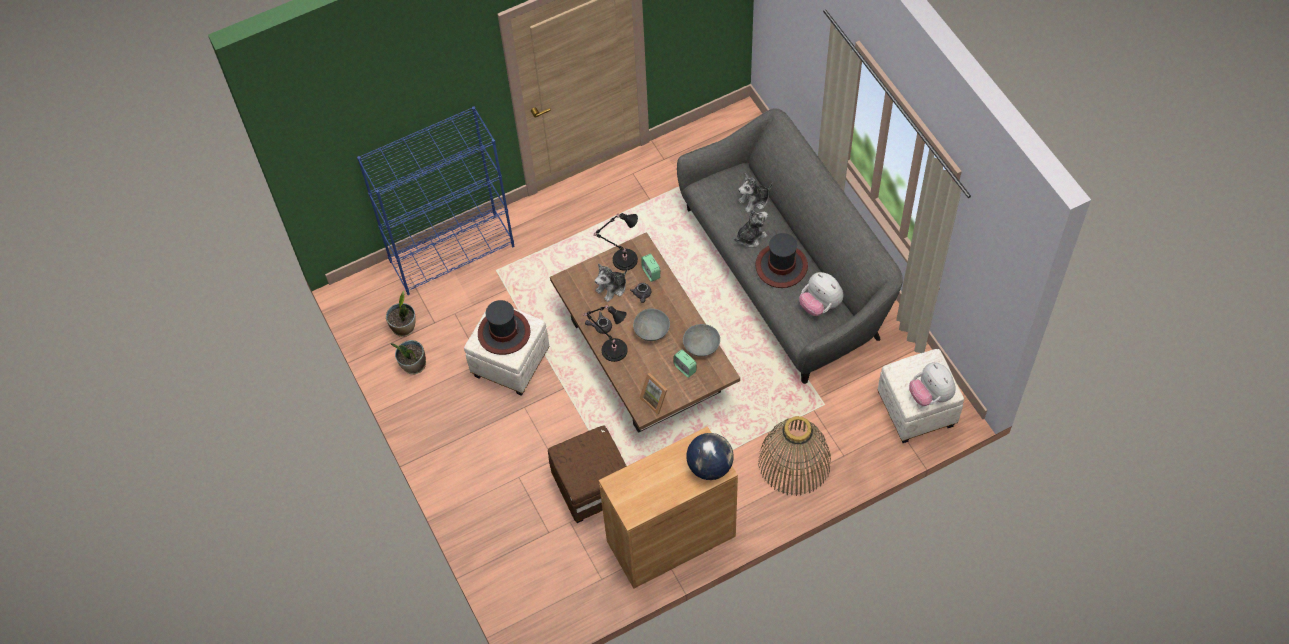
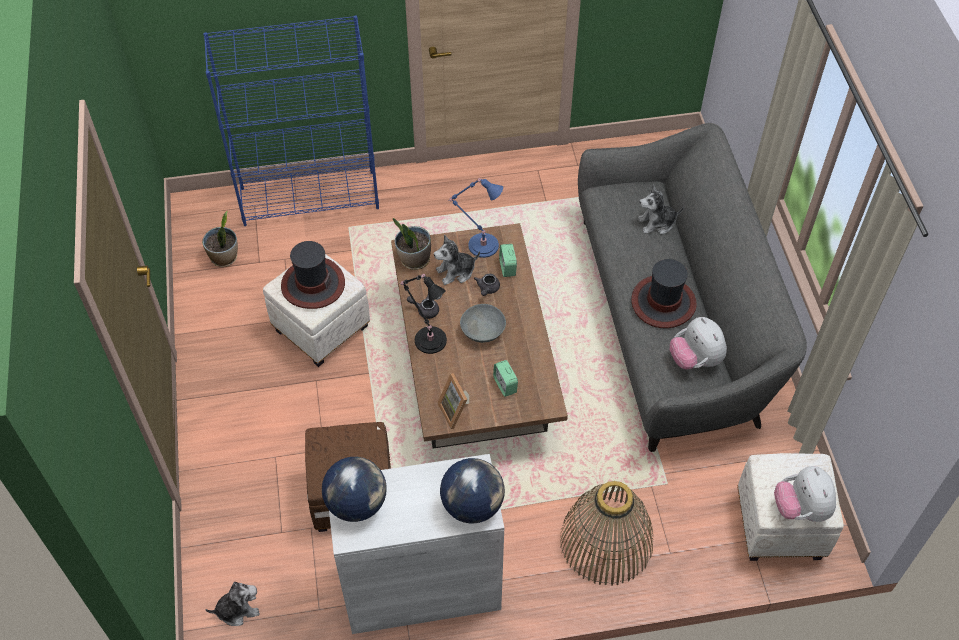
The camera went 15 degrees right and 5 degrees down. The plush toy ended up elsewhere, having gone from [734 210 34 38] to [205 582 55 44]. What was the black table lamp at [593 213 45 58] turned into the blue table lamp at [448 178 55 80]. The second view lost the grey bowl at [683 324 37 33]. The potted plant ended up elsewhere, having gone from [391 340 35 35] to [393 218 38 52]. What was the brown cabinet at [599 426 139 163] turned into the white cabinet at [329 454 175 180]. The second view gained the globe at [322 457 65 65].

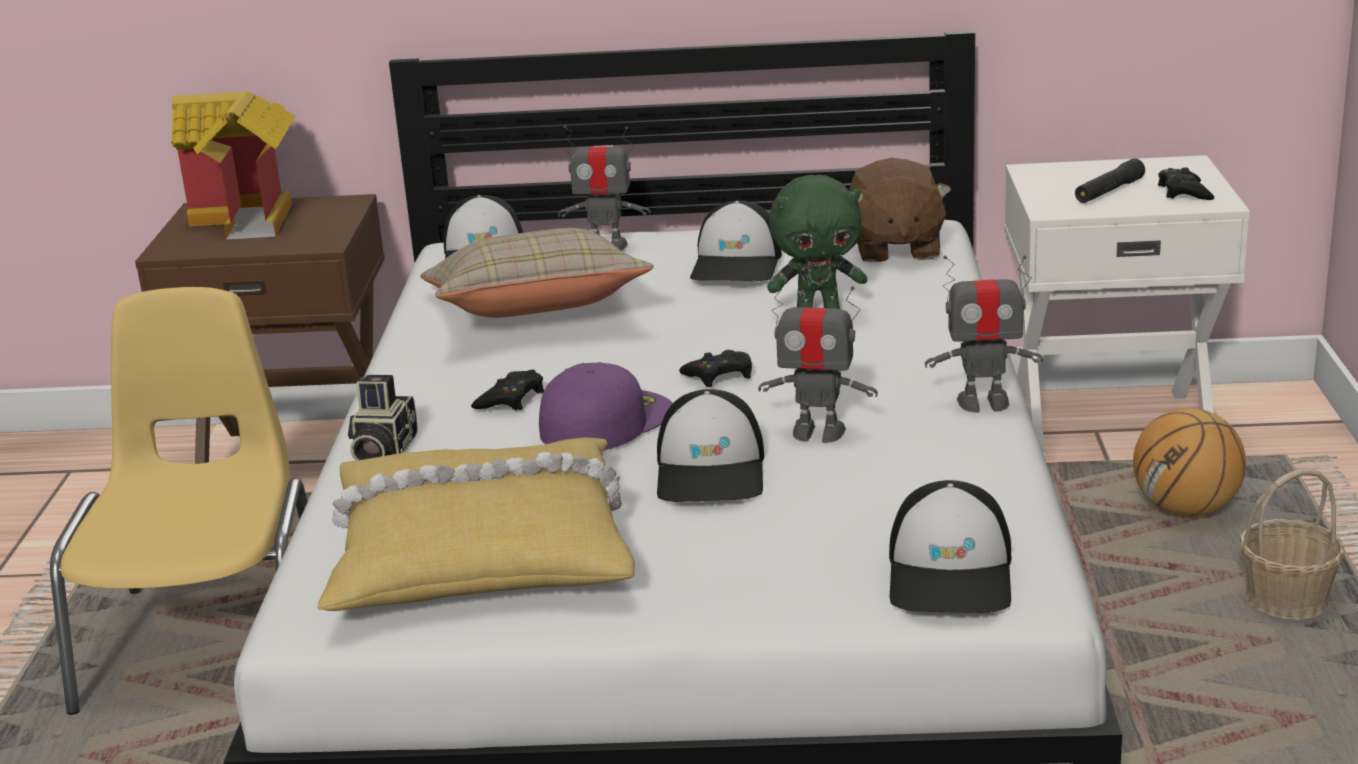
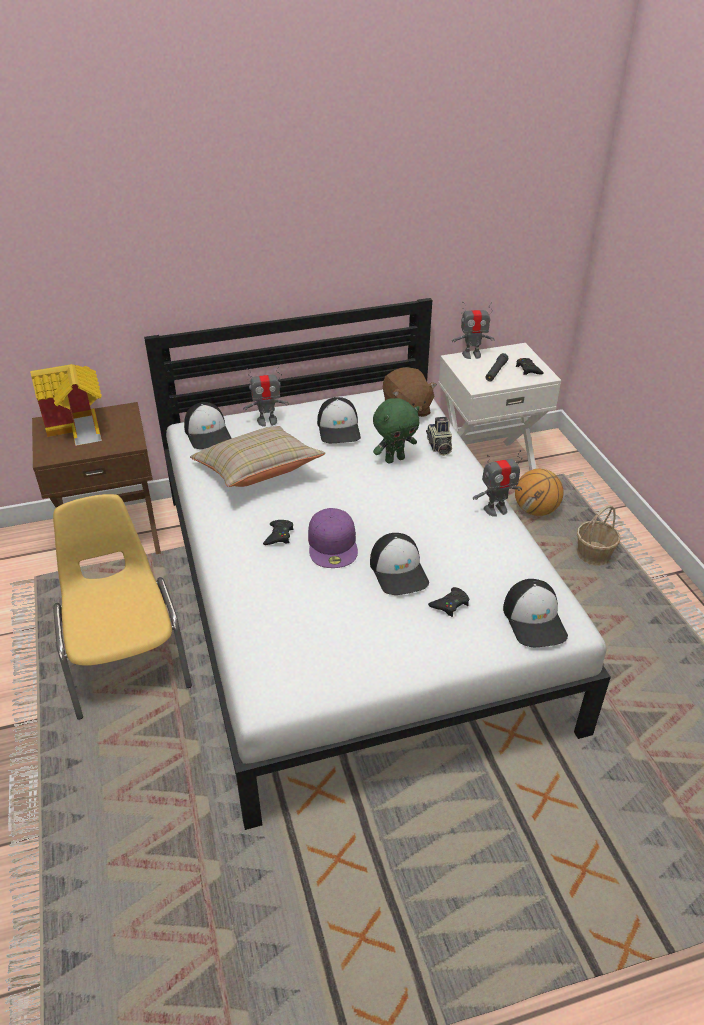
The camera went 20 degrees left and 15 degrees up. The toy robot ended up elsewhere, having gone from [758 280 120 163] to [452 302 43 57]. The black game controller ended up elsewhere, having gone from [679 350 73 37] to [428 587 41 30]. The purple cap at [539 362 134 88] ended up facing another way, 150 degrees clockwise from before. The photo camera ended up elsewhere, having gone from [348 375 70 86] to [426 417 26 39]. The second view lost the yellow pillow at [318 437 317 174].

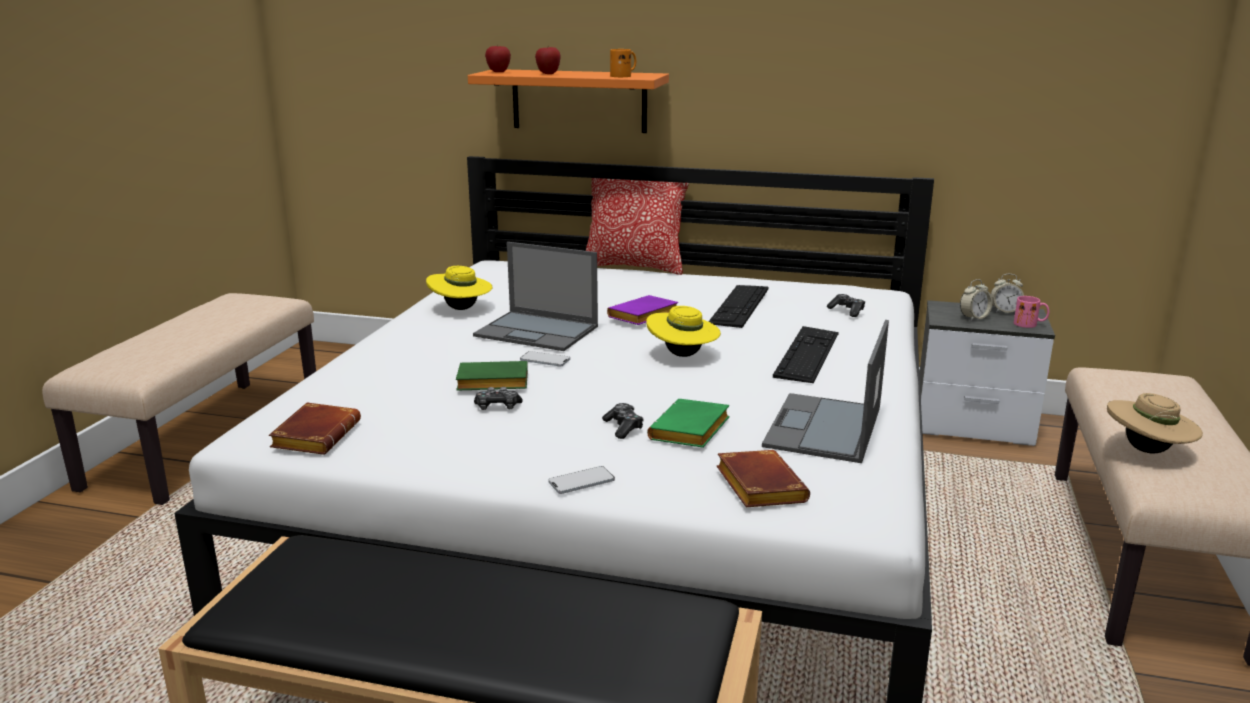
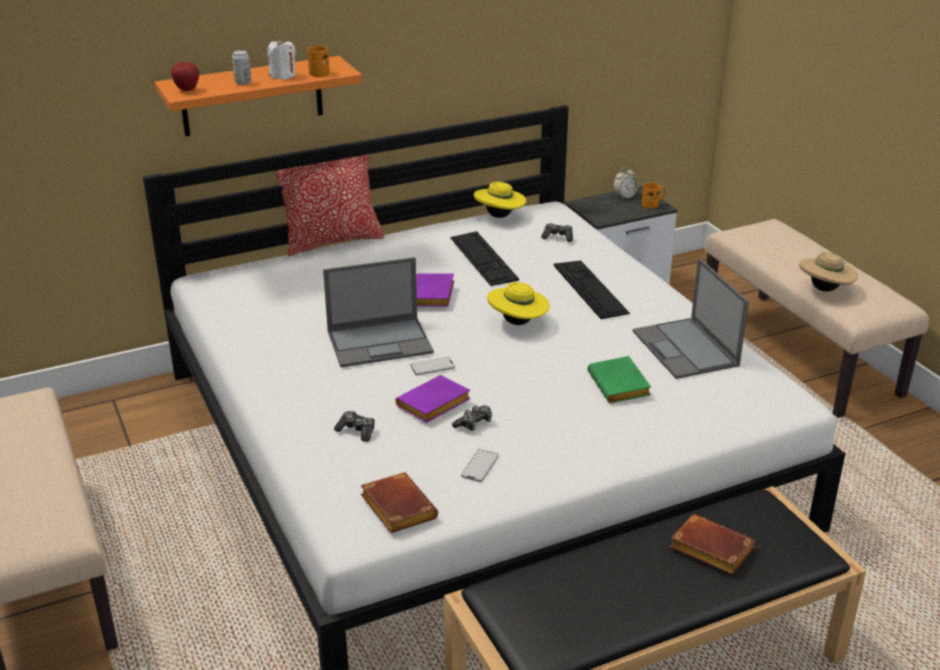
The camera went 40 degrees left and 10 degrees up. Where the apple stood at [535 47 26 27], the can came to stand at [232 50 19 35]. The yellow hat ended up elsewhere, having gone from [426 266 66 44] to [474 182 52 36]. The second view lost the alarm clock at [960 279 33 42]. What was the pink mug at [1014 296 35 32] turned into the orange mug at [642 183 24 26]. What was the green book at [456 361 72 30] turned into the purple book at [395 375 76 48]. The game controller ended up elsewhere, having gone from [602 403 42 36] to [334 411 41 31]. The brown book ended up elsewhere, having gone from [717 450 93 57] to [670 514 86 61]. The phone ended up elsewhere, having gone from [548 466 67 28] to [461 449 38 33]. The second view gained the white candle at [267 38 29 42].

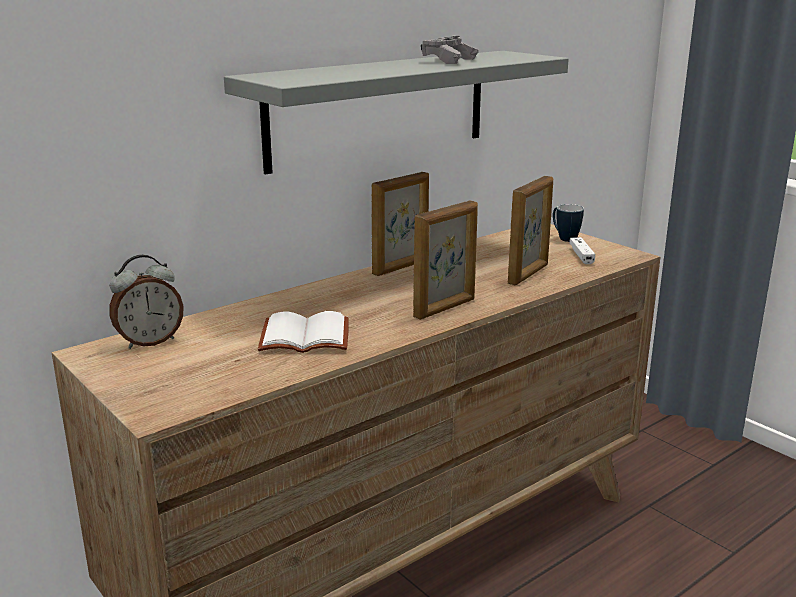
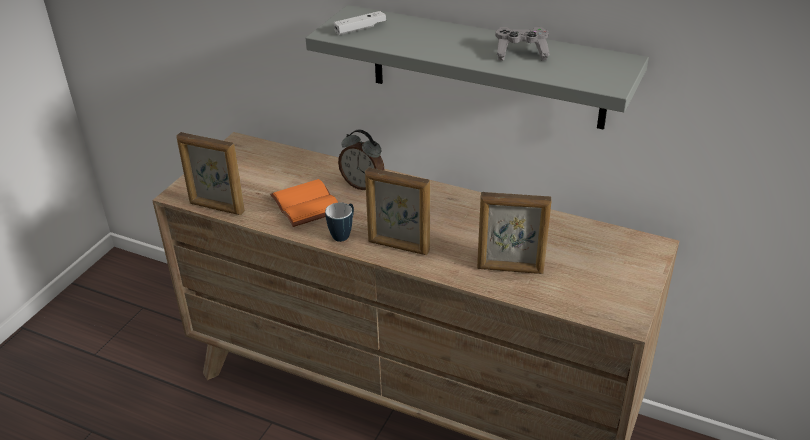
The camera went 65 degrees right and 15 degrees up. The picture frame ended up elsewhere, having gone from [372 172 57 104] to [176 132 69 83]. The mug ended up elsewhere, having gone from [553 204 31 38] to [325 203 29 39]. The white game controller ended up elsewhere, having gone from [569 237 26 27] to [334 11 52 24]. The alarm clock ended up elsewhere, having gone from [109 255 74 94] to [338 130 47 60]. What was the white book at [258 311 91 42] turned into the orange book at [270 179 69 48].

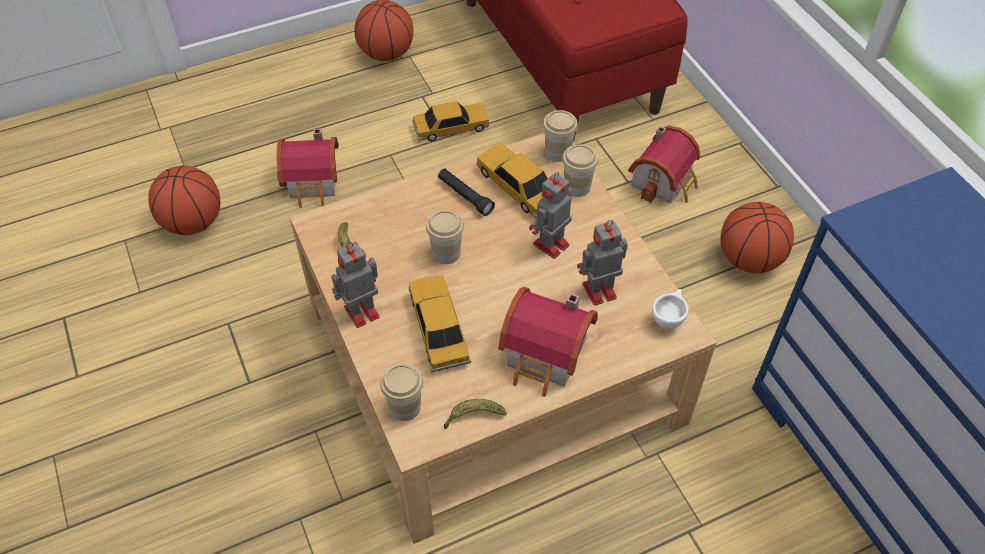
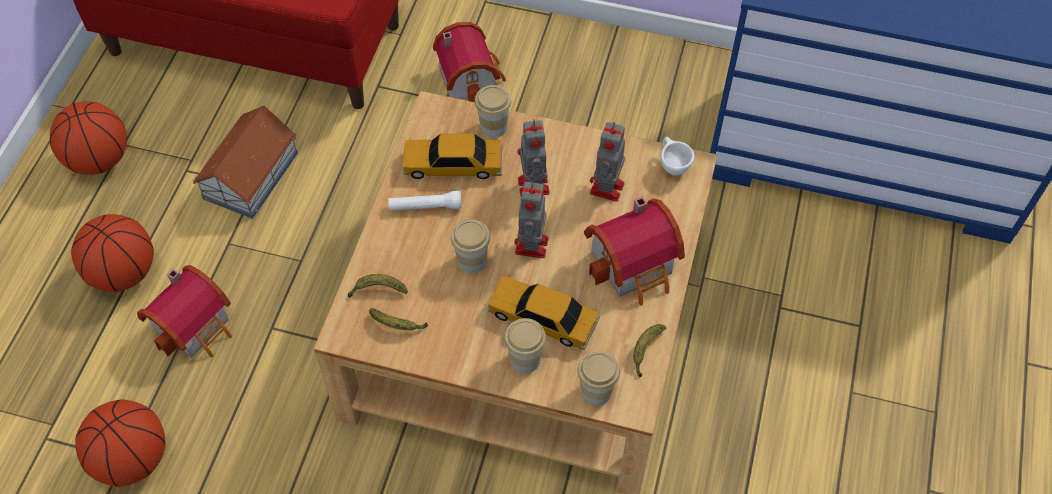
The camera went 50 degrees left and 5 degrees up. Where the toy car stood at [412 101 77 40], the toy house came to stand at [193 106 105 113]. The cup ended up elsewhere, having gone from [543 110 35 52] to [504 318 42 55]. What was the black flashlight at [438 169 57 47] turned into the white flashlight at [388 191 74 20]. The basketball ended up elsewhere, having gone from [721 202 73 71] to [71 214 83 78]. The toy robot ended up elsewhere, having gone from [331 242 49 86] to [514 181 35 77]. The second view gained the banana at [348 274 60 24].

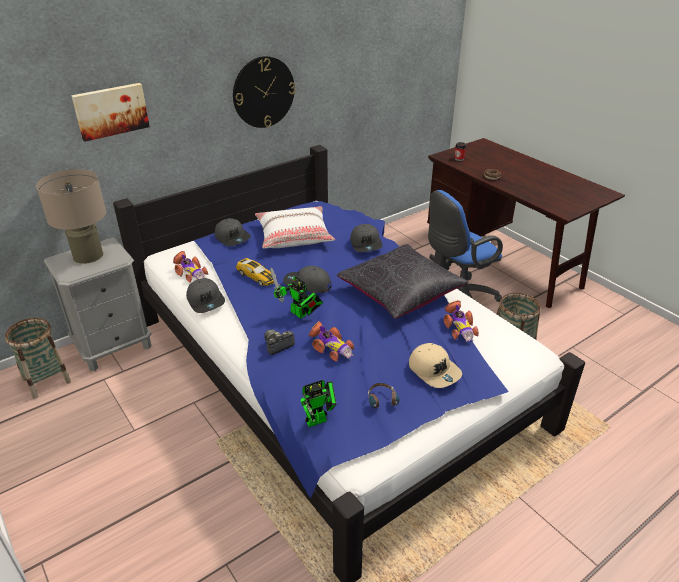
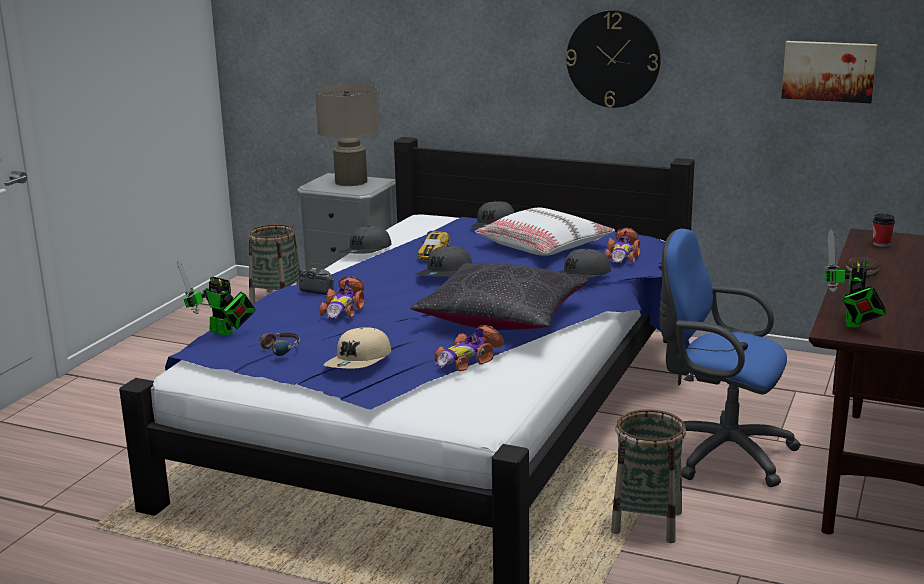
The camera went 60 degrees right and 15 degrees down. The picture ended up elsewhere, having gone from [71 83 79 59] to [782 41 96 62]. The toy car ended up elsewhere, having gone from [173 251 35 32] to [605 228 35 35]. The grey cap at [283 266 48 27] ended up facing another way, 135 degrees counterclockwise from before. The toy robot ended up elsewhere, having gone from [270 268 53 51] to [824 229 62 99].

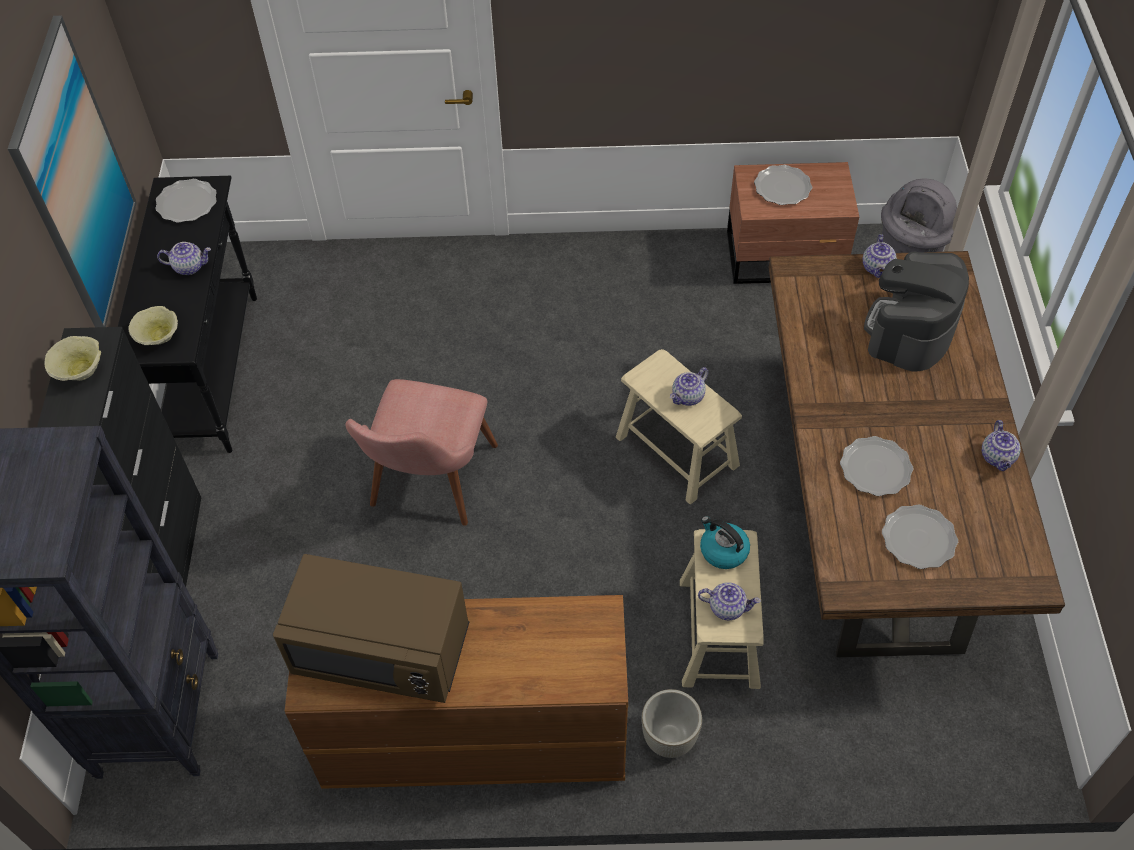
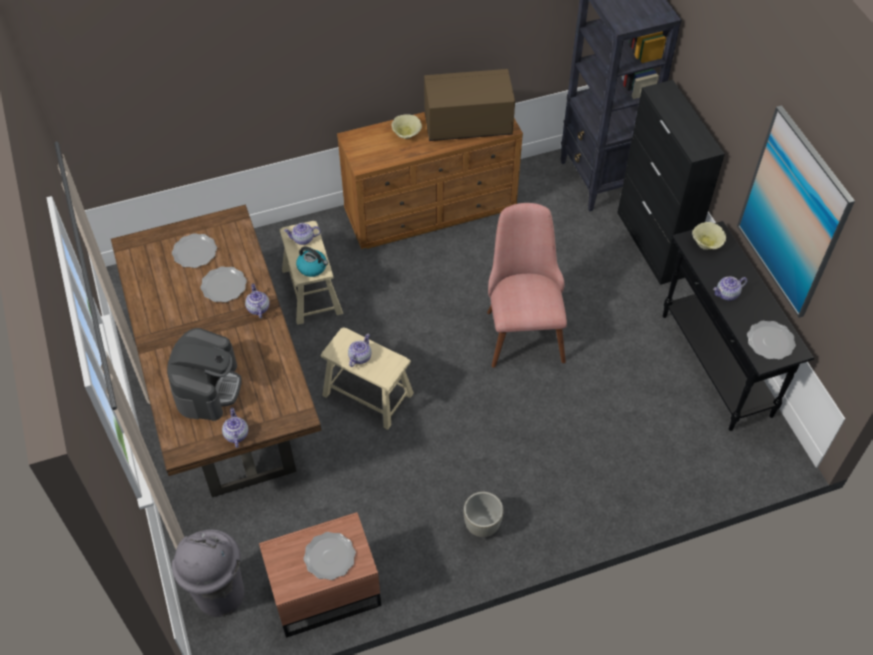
The camera went 160 degrees right and 0 degrees up. The beige bowl ended up elsewhere, having gone from [45 336 56 45] to [392 114 30 25]. The teapot ended up elsewhere, having gone from [982 420 39 51] to [245 283 25 35]. The grey planter ended up elsewhere, having gone from [642 689 60 69] to [463 492 41 45].

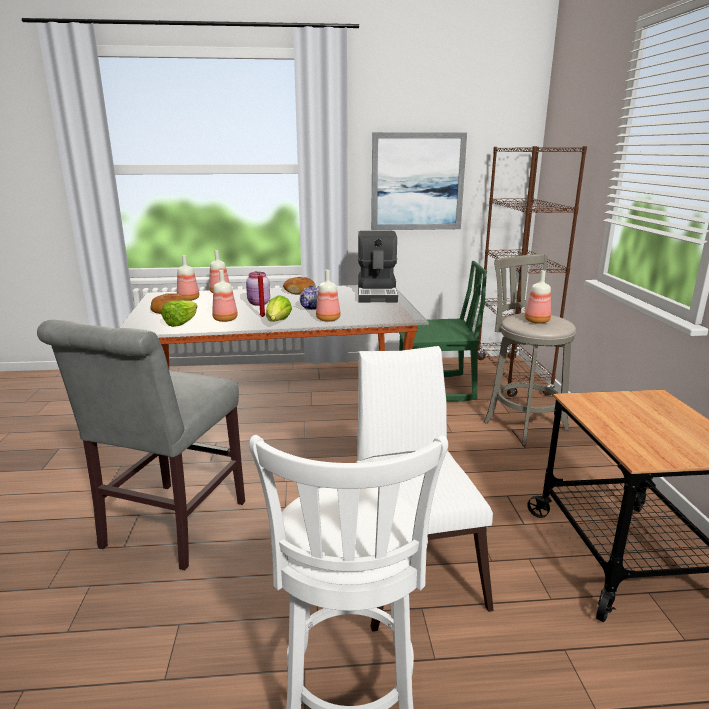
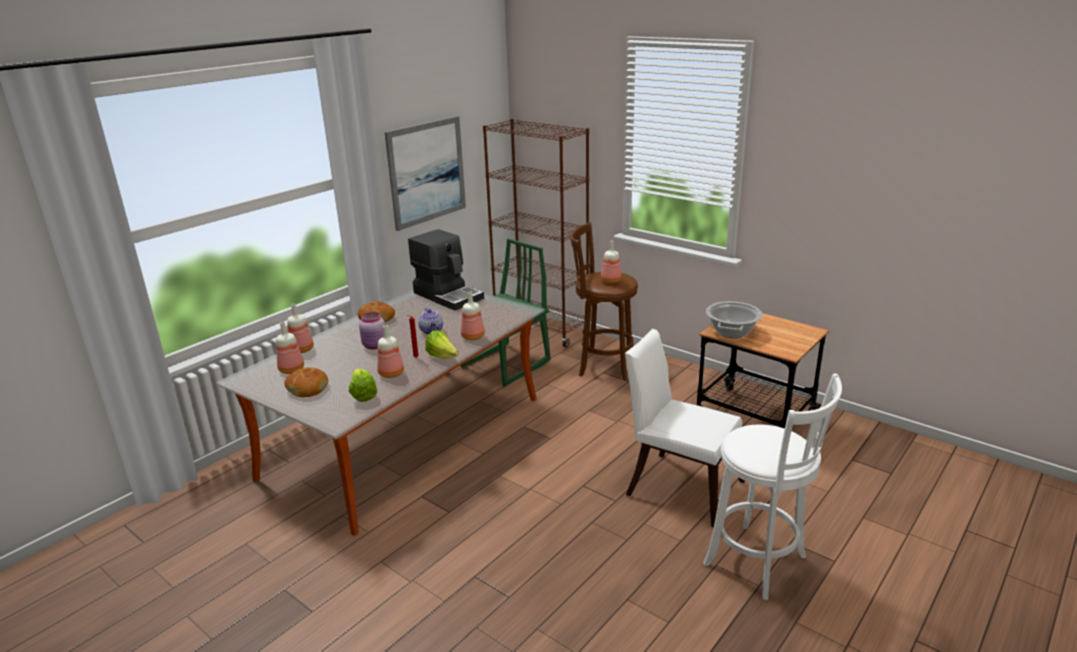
The camera went 45 degrees left and 5 degrees up. What was the grey stool at [484 253 92 193] turned into the brown stool at [570 222 68 159]. The second view lost the grey chair at [37 320 208 250]. The second view gained the cooking pot at [706 301 57 37].

